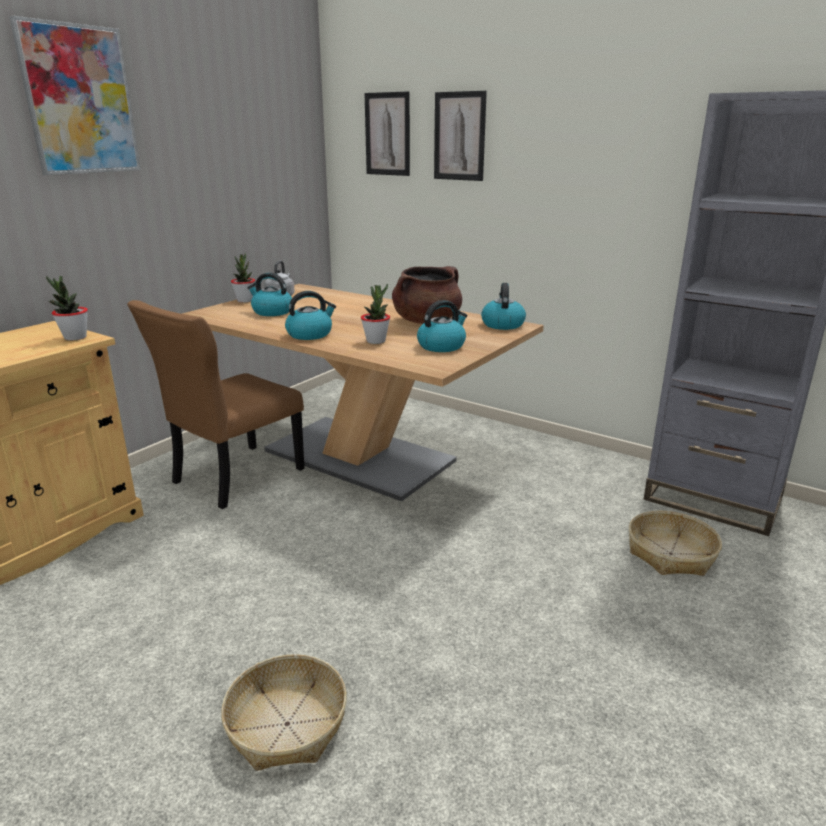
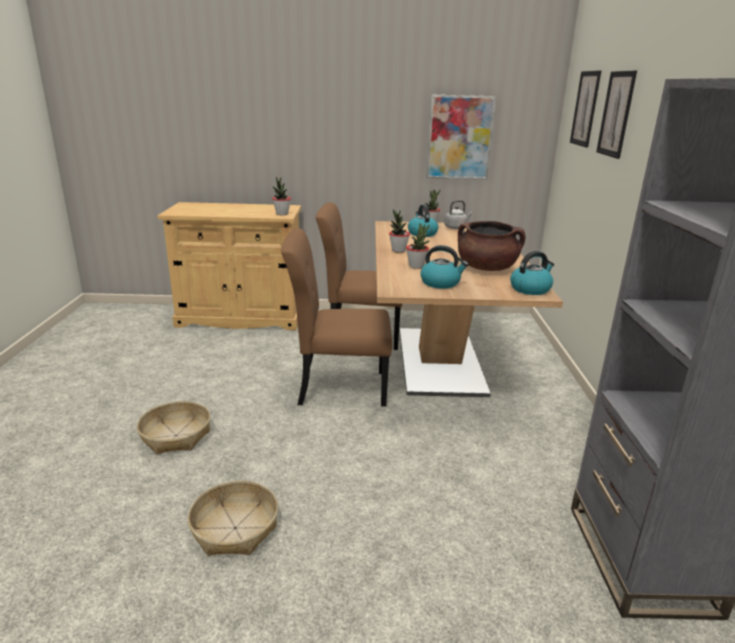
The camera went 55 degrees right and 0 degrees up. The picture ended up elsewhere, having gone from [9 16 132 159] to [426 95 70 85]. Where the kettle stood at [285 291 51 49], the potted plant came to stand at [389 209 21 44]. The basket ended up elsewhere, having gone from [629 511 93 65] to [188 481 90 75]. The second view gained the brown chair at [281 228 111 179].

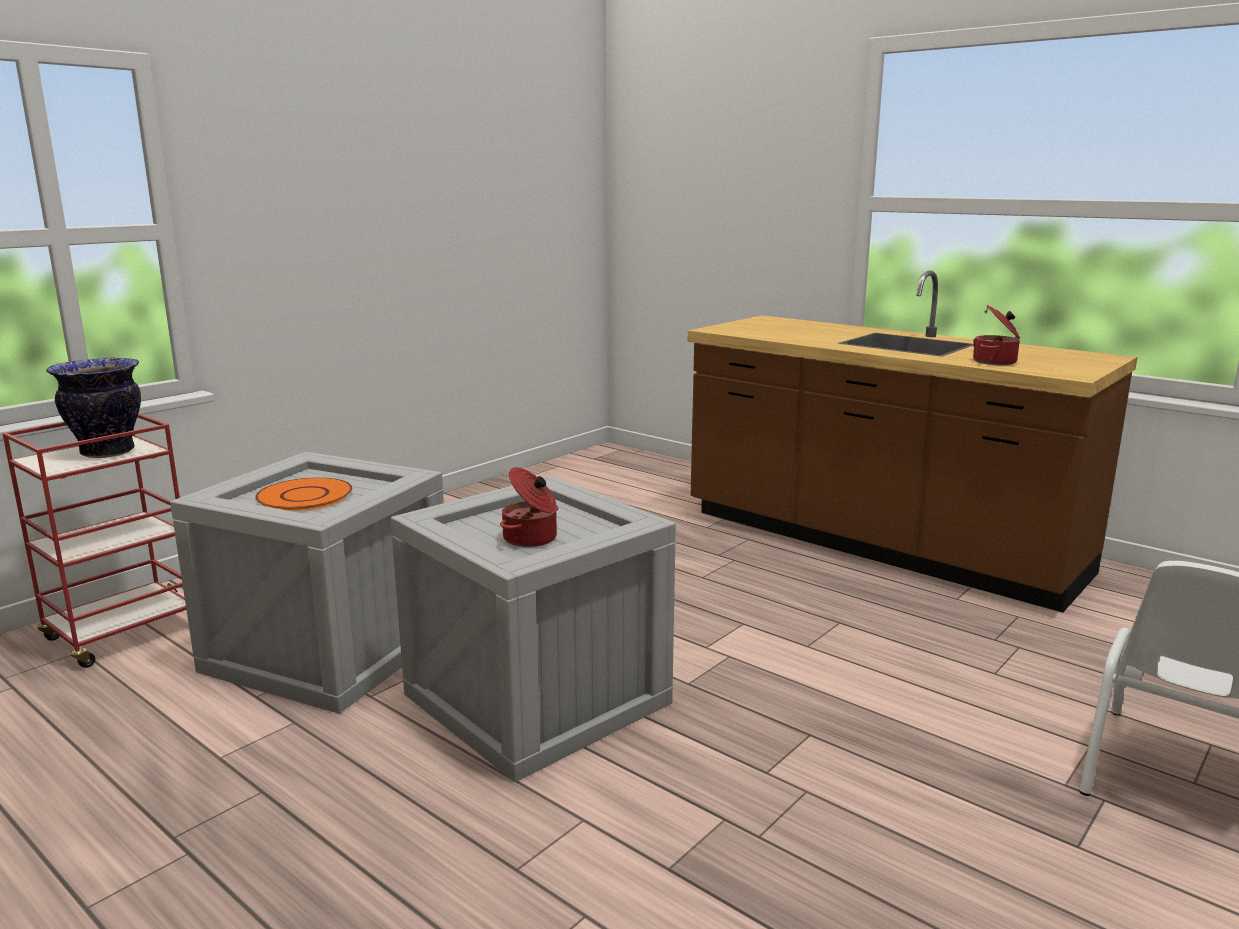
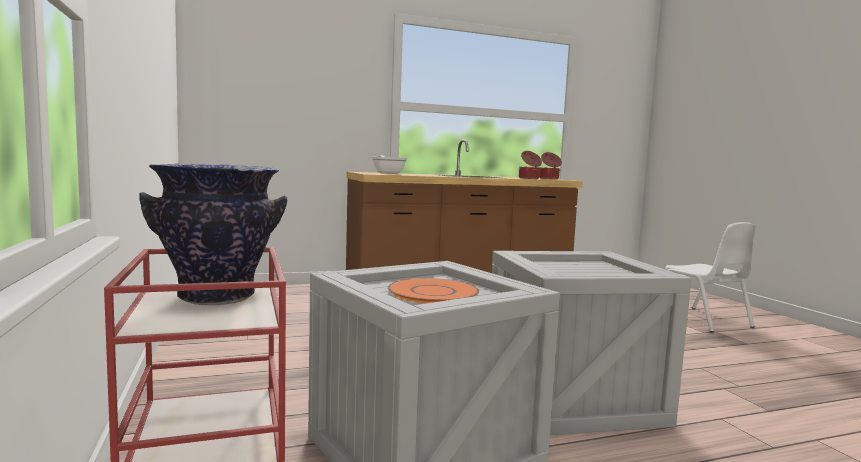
The camera went 60 degrees left and 10 degrees down. The cooking pot ended up elsewhere, having gone from [500 467 58 80] to [539 152 23 27]. The second view gained the frying pan at [371 156 36 18].

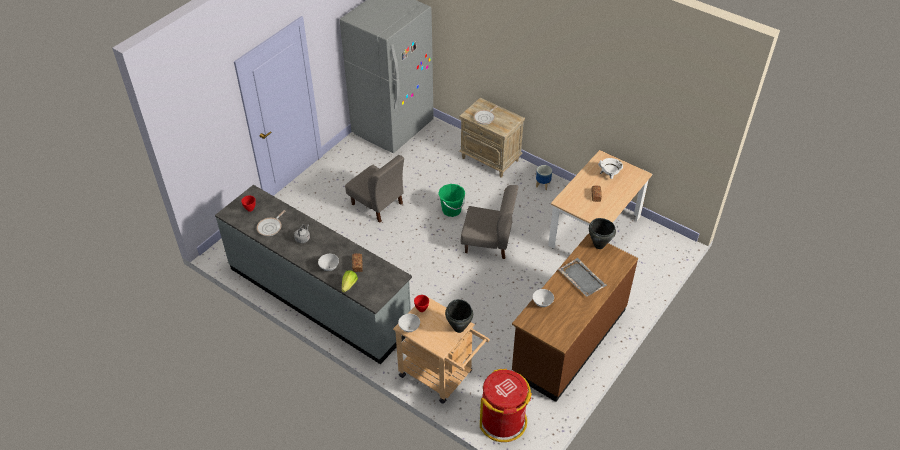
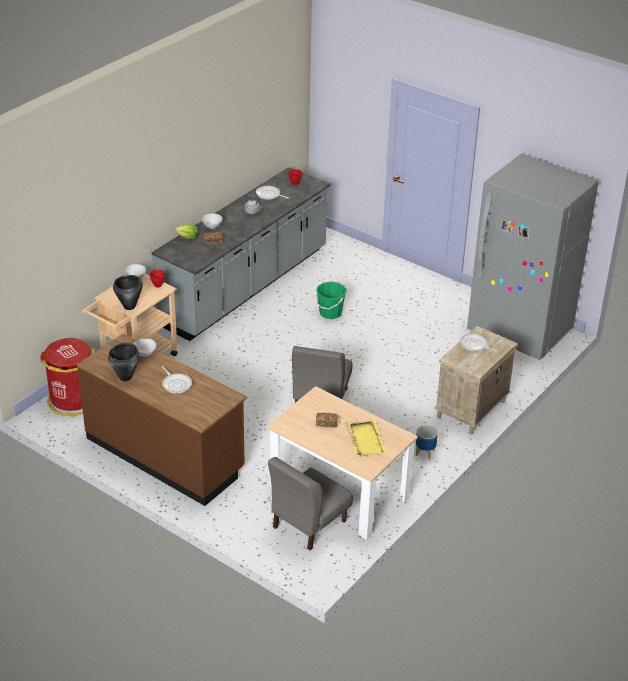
The camera went 90 degrees right and 10 degrees down. The grey chair ended up elsewhere, having gone from [345 155 59 67] to [268 457 85 93]. Where the white cooking pot stood at [598 158 25 21], the yellow tray came to stand at [345 419 43 38]. The green bucket ended up elsewhere, having gone from [438 184 28 33] to [316 282 31 37]. The black cooking pot ended up elsewhere, having gone from [589 218 27 31] to [108 343 31 38]. Where the grey tray stood at [558 258 49 39], the frying pan came to stand at [161 366 31 28].

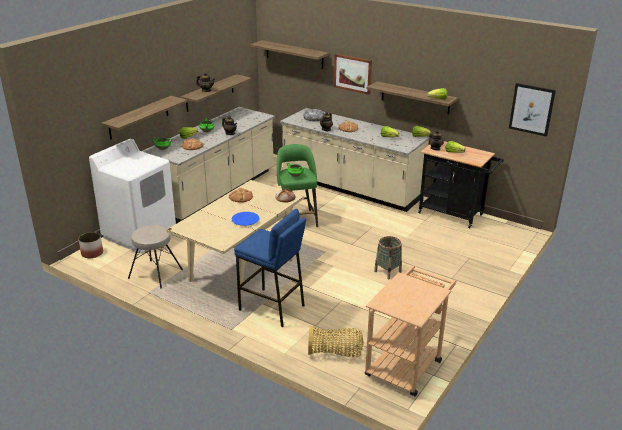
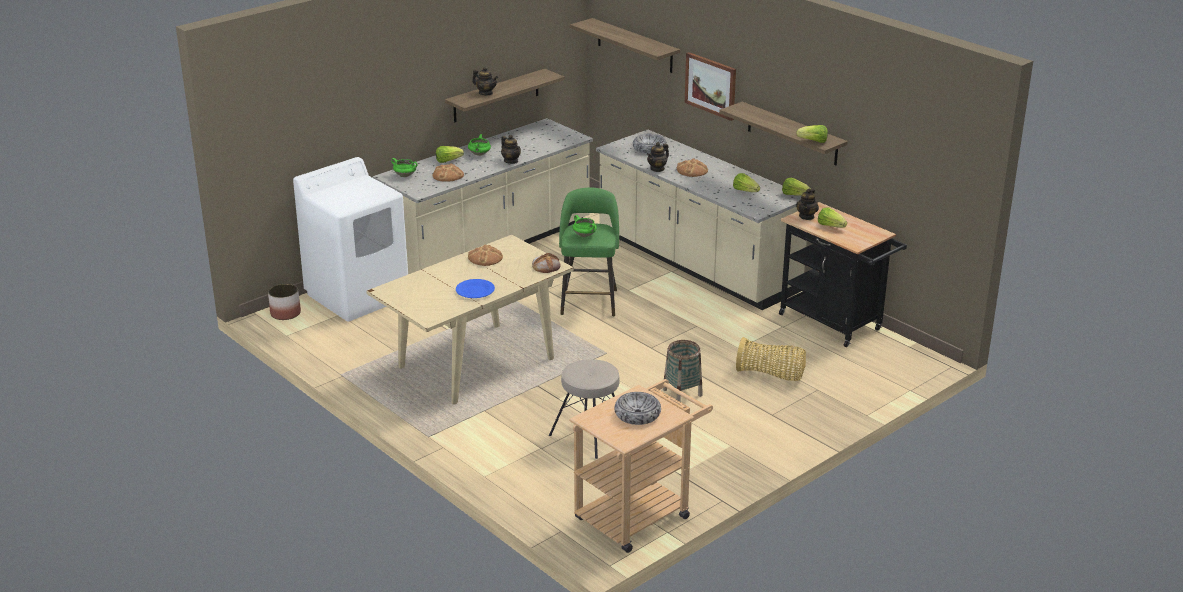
The camera went 15 degrees right and 0 degrees up. The second view lost the picture at [509 83 47 54]. The second view lost the shelf at [102 96 86 44]. The second view lost the blue stool at [234 209 72 118]. The beige stool ended up elsewhere, having gone from [128 225 55 63] to [549 359 71 100]. The basket ended up elsewhere, having gone from [308 326 56 31] to [736 337 70 44]. The second view gained the bowl at [614 392 47 33].

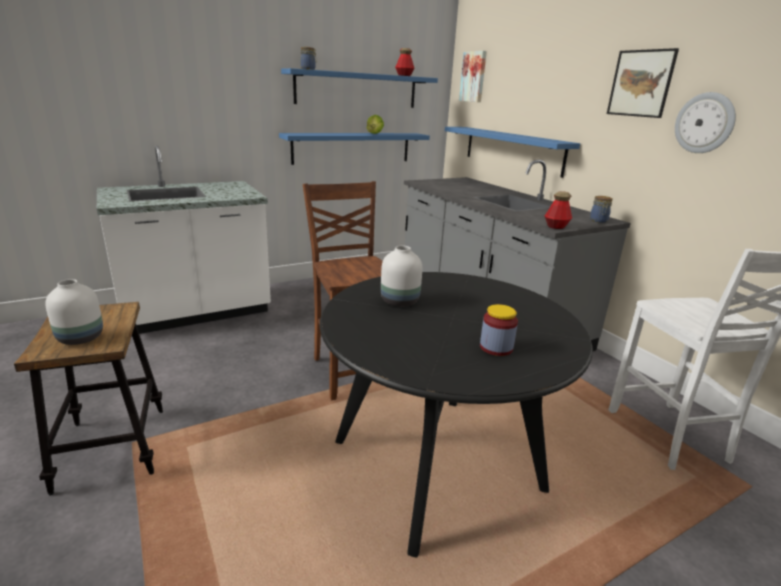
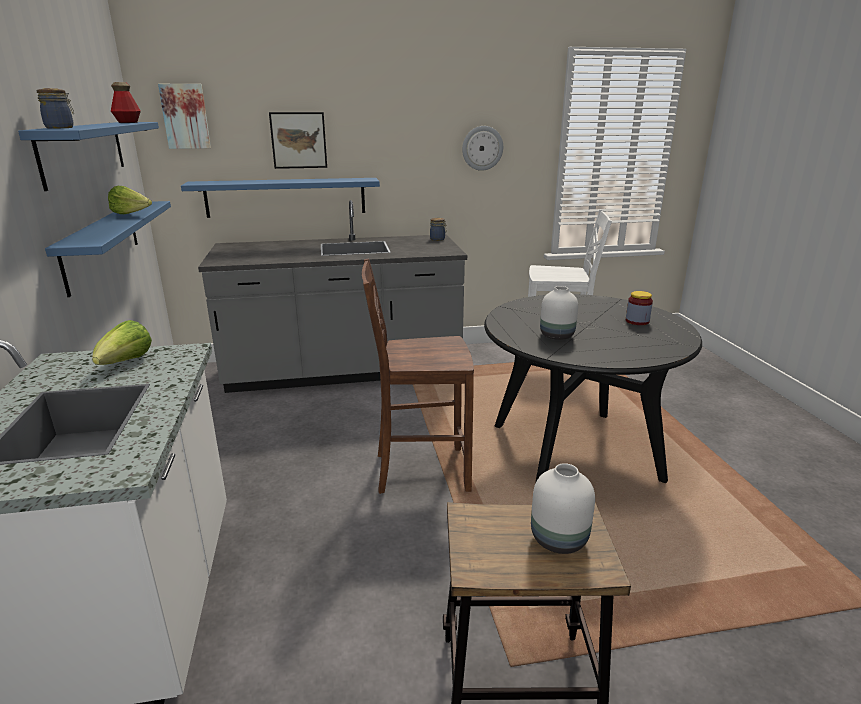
The camera went 70 degrees left and 0 degrees up. The picture ended up elsewhere, having gone from [607 48 72 70] to [269 112 58 57]. The second view lost the bottle at [545 191 27 38]. The second view gained the lettuce at [92 320 60 45].

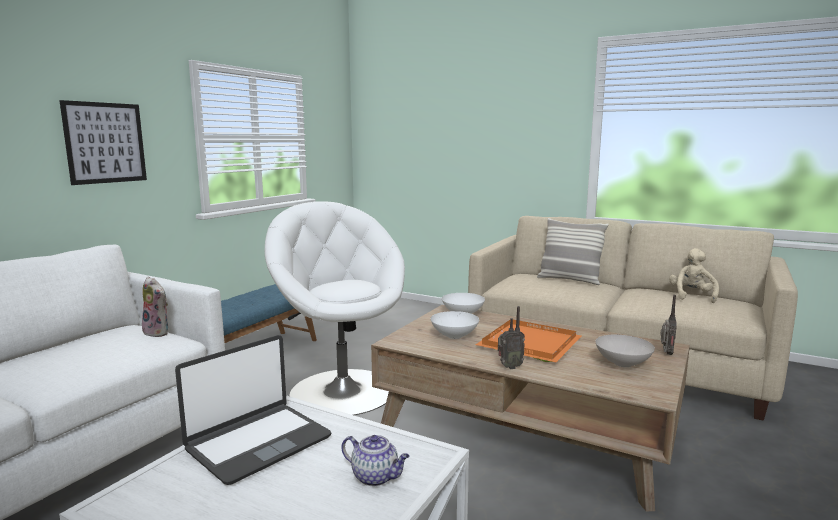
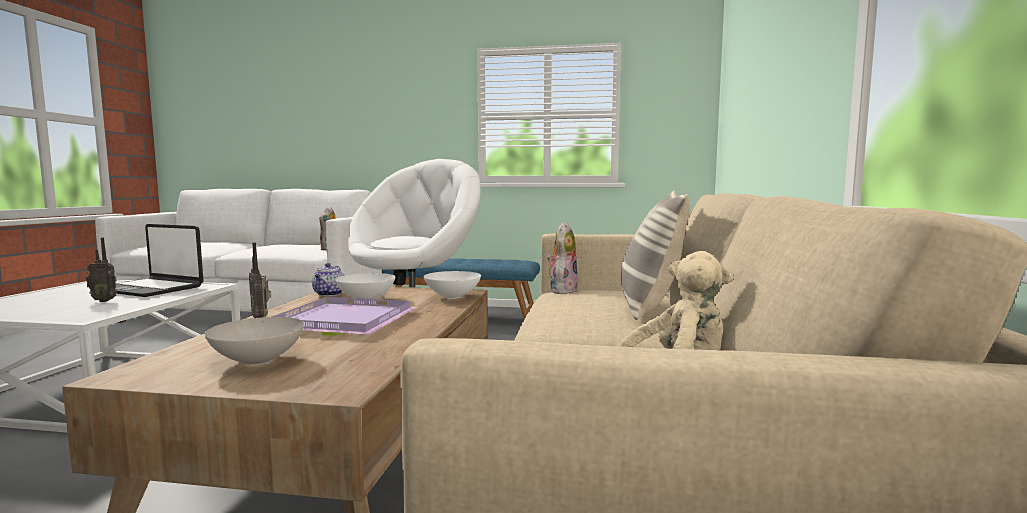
The camera went 70 degrees right and 5 degrees down. The second view lost the picture at [59 100 88 85]. The radio ended up elsewhere, having gone from [661 295 16 60] to [86 238 31 64]. What was the orange tray at [476 319 105 43] turned into the purple tray at [272 297 145 38]. The teapot ended up elsewhere, having gone from [342 435 68 51] to [312 263 32 33]. The second view gained the plush toy at [547 222 31 72].

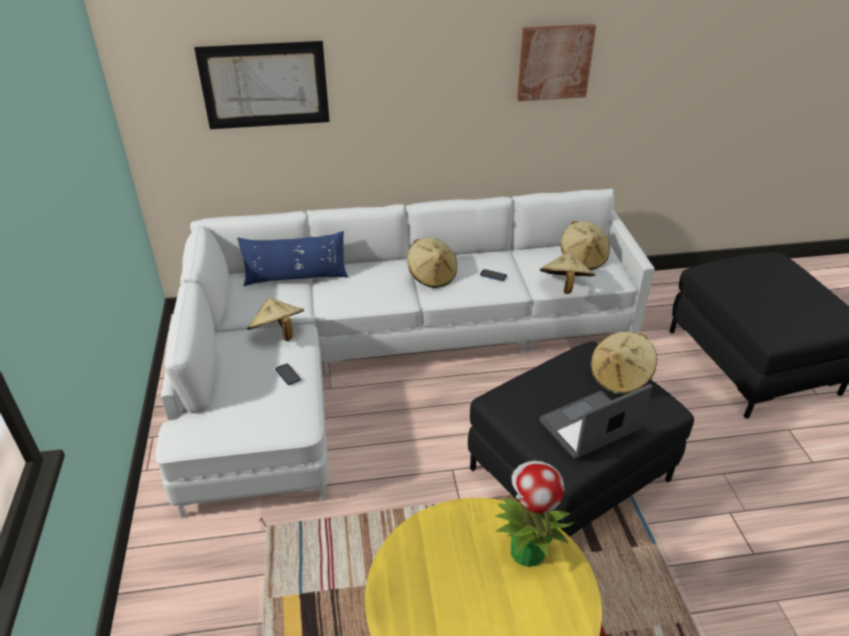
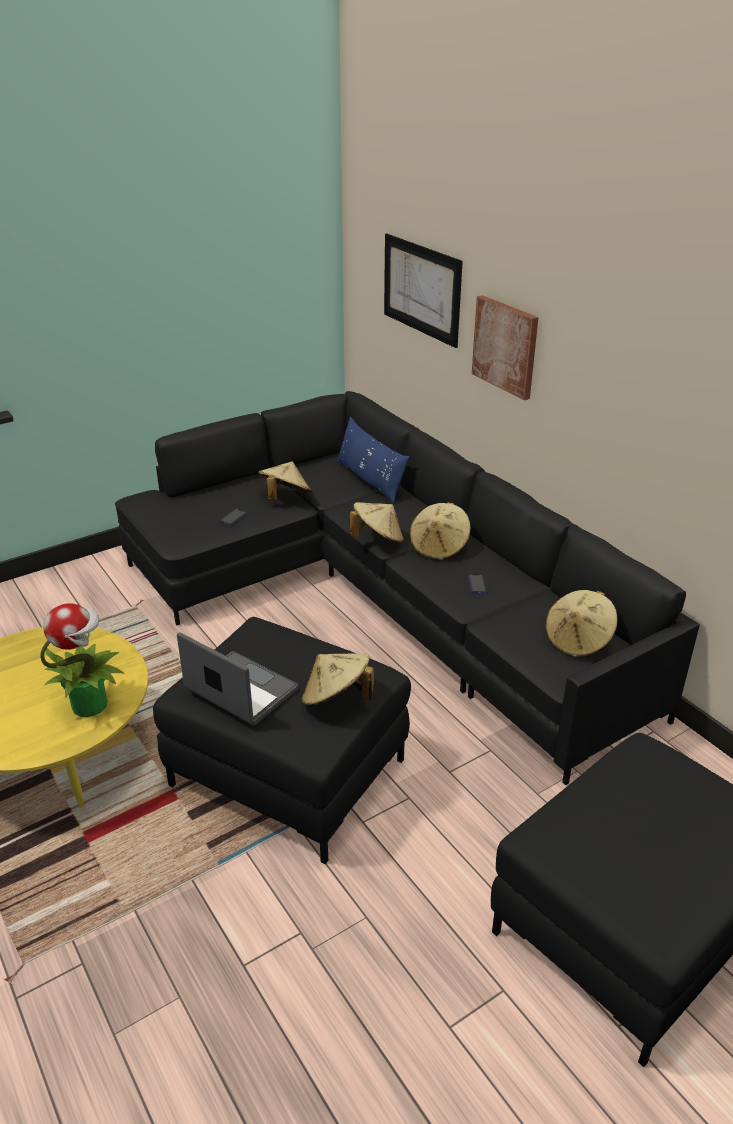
The camera went 65 degrees right and 5 degrees down. The picture ended up elsewhere, having gone from [517 24 79 77] to [472 295 66 105]. What was the white sofa at [155 189 500 329] turned into the black sofa at [115 391 585 394]. The beige hat ended up elsewhere, having gone from [540 251 55 43] to [349 502 55 42].

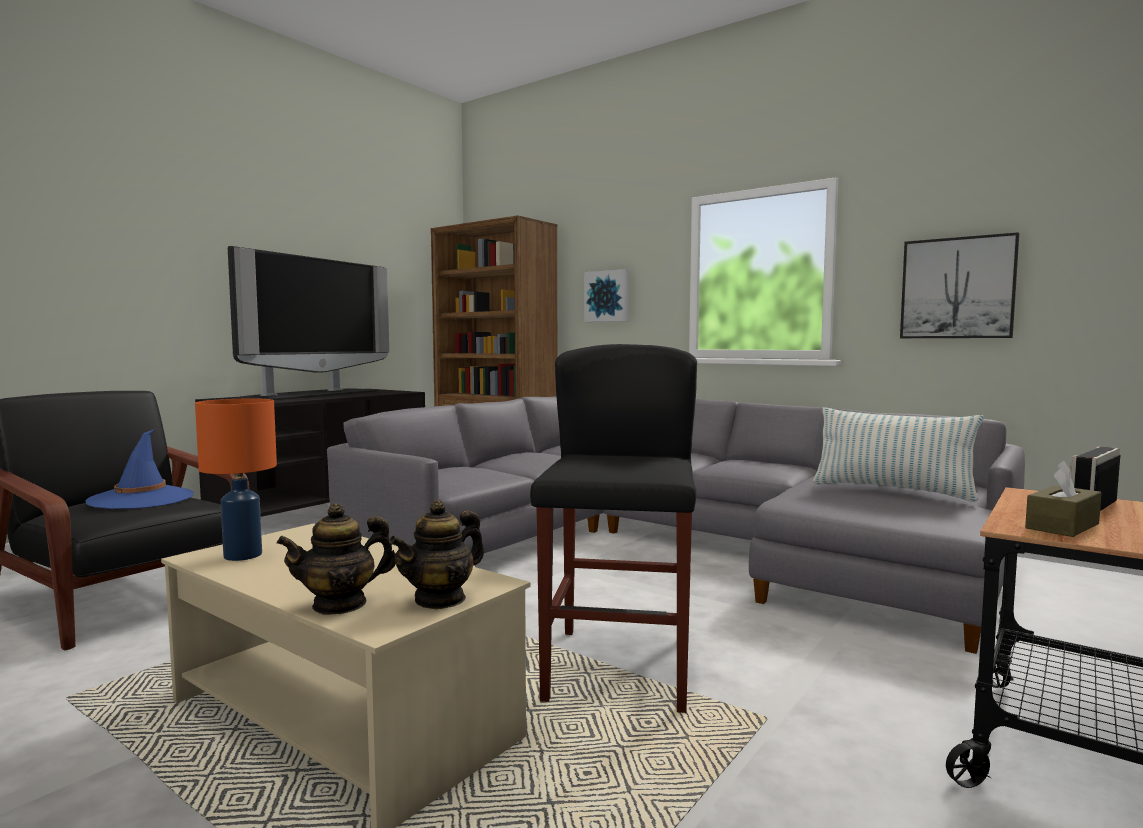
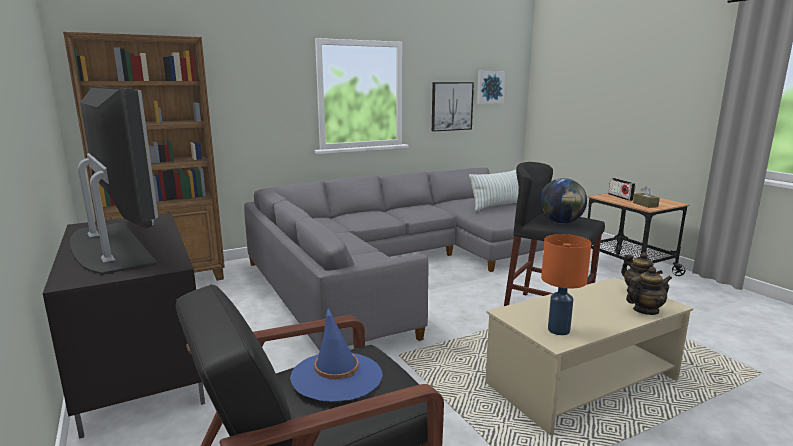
The camera went 65 degrees left and 10 degrees up. The picture ended up elsewhere, having gone from [584 269 45 53] to [477 71 29 33]. The teapot at [277 503 119 112] ended up facing another way, 105 degrees counterclockwise from before. The second view gained the globe at [539 178 48 46].

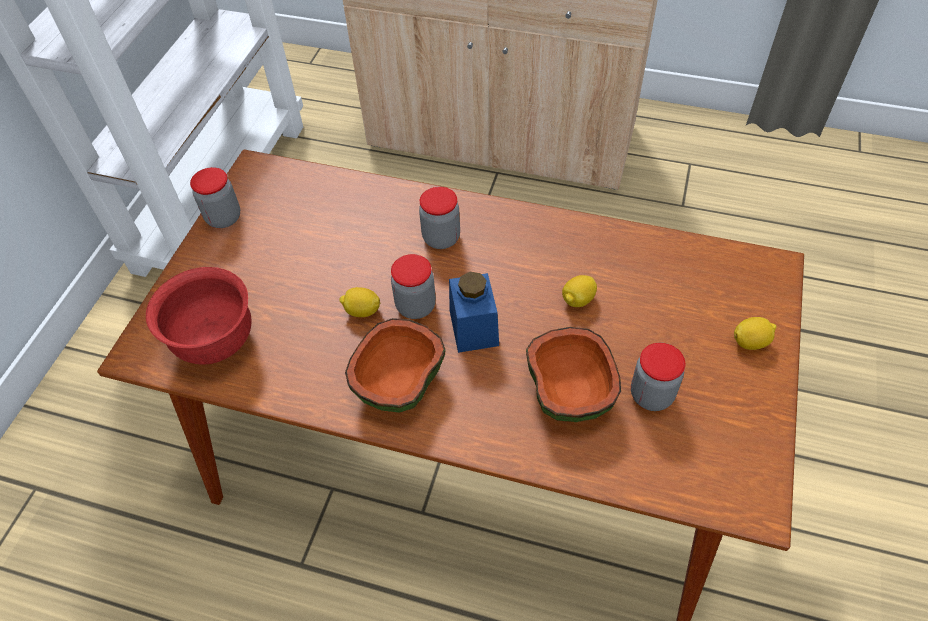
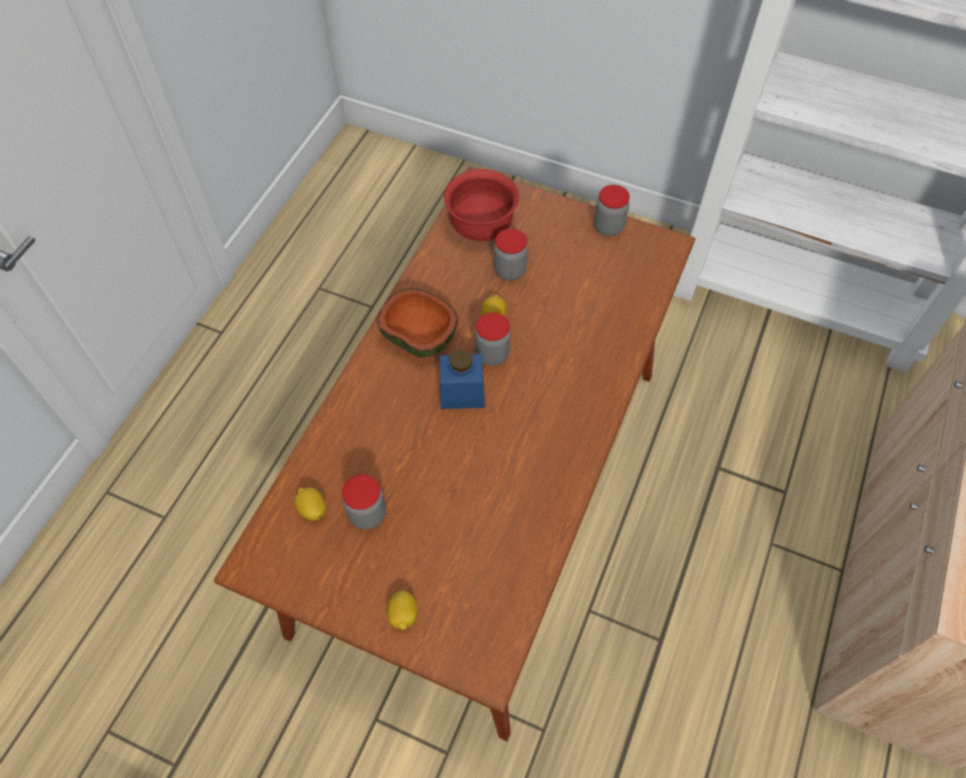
The camera went 95 degrees right and 5 degrees up. The jar ended up elsewhere, having gone from [419 187 41 62] to [494 229 34 52]. The lemon ended up elsewhere, having gone from [562 275 35 32] to [295 487 31 34]. The second view lost the bowl at [526 327 95 95].

